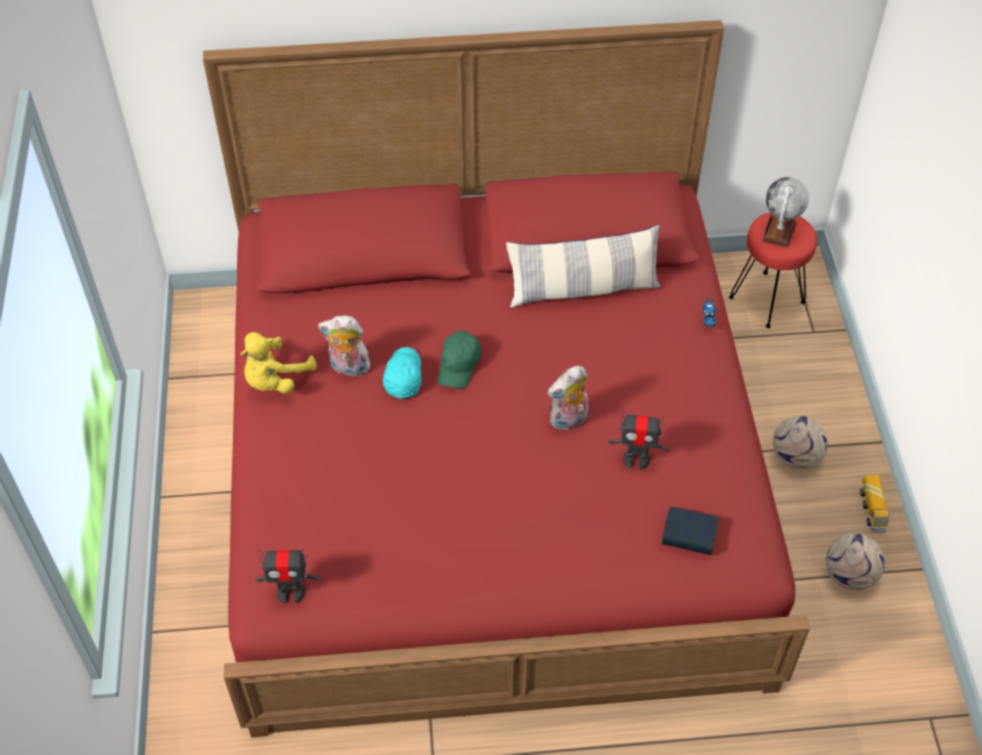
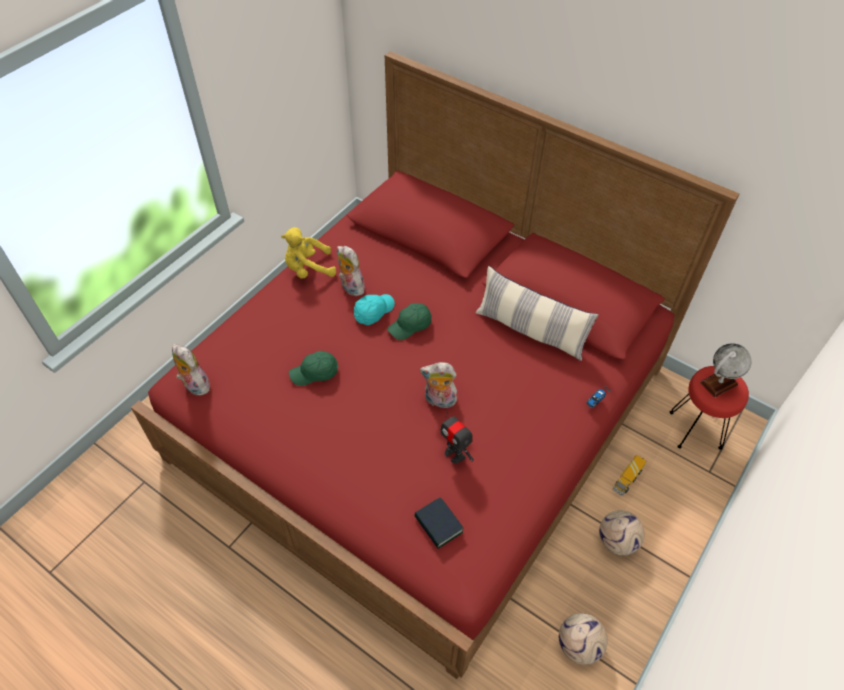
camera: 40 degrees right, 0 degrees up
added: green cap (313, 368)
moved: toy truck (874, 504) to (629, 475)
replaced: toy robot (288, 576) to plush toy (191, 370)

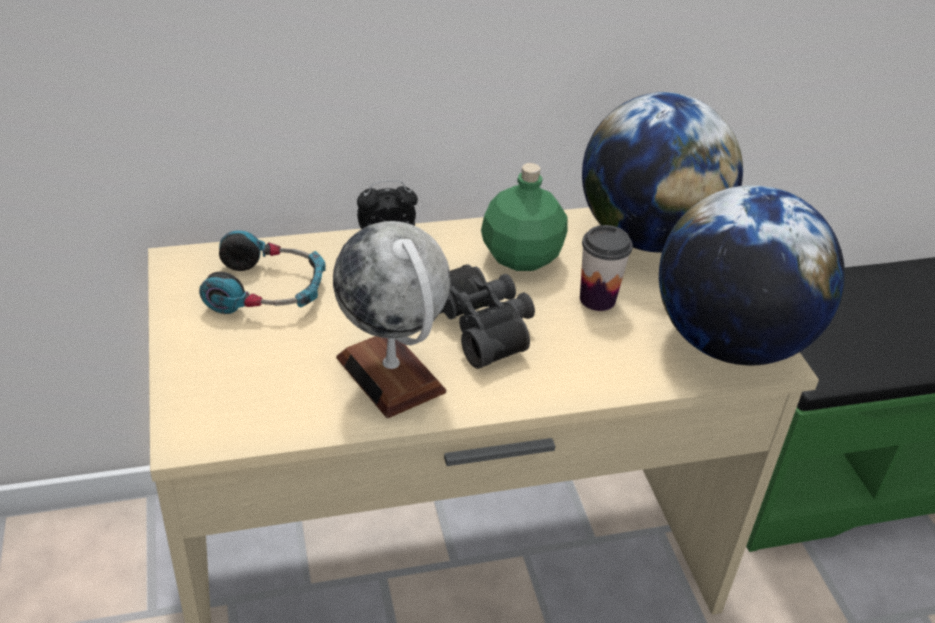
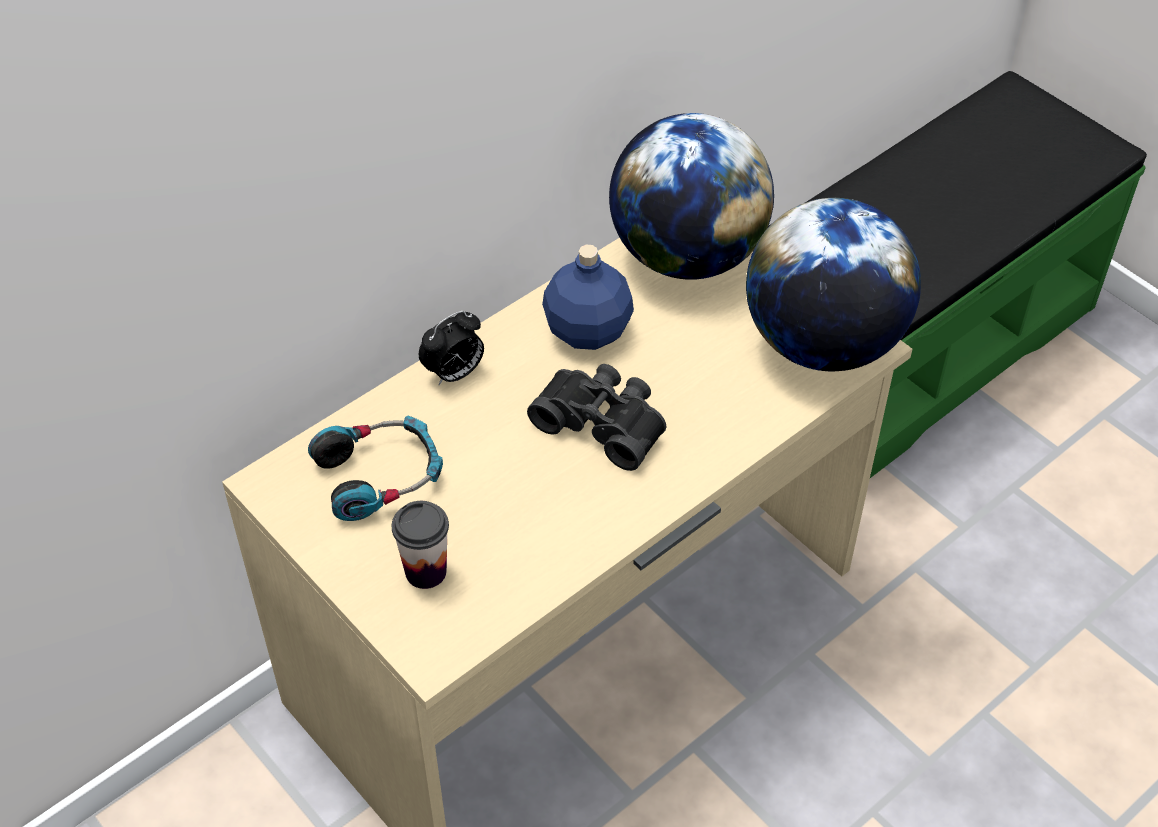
camera: 25 degrees left, 10 degrees up
removed: globe (391, 319)
moved: cup (606, 268) to (420, 545)
recoloured: green bottle (524, 217) to blue bottle (588, 297)

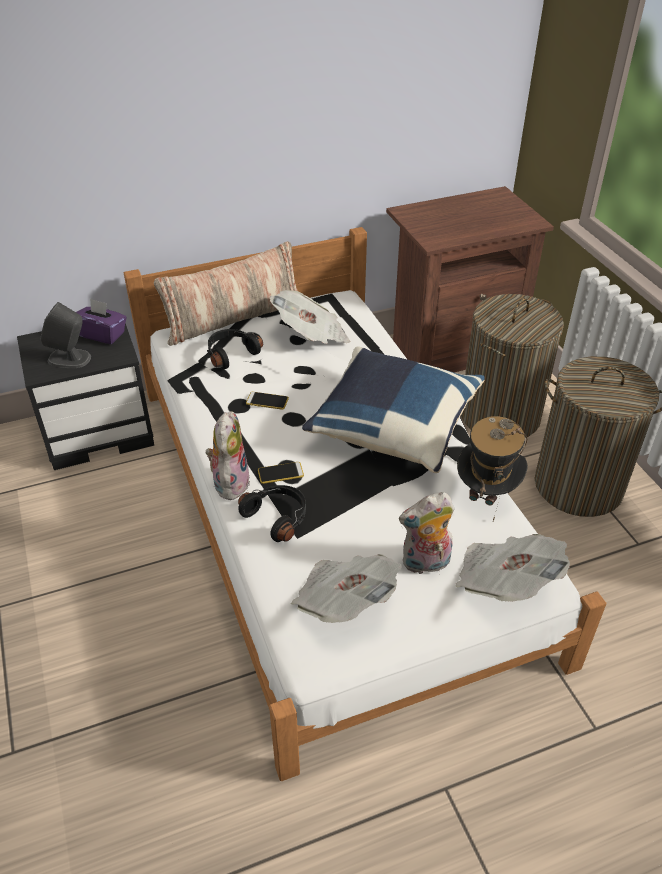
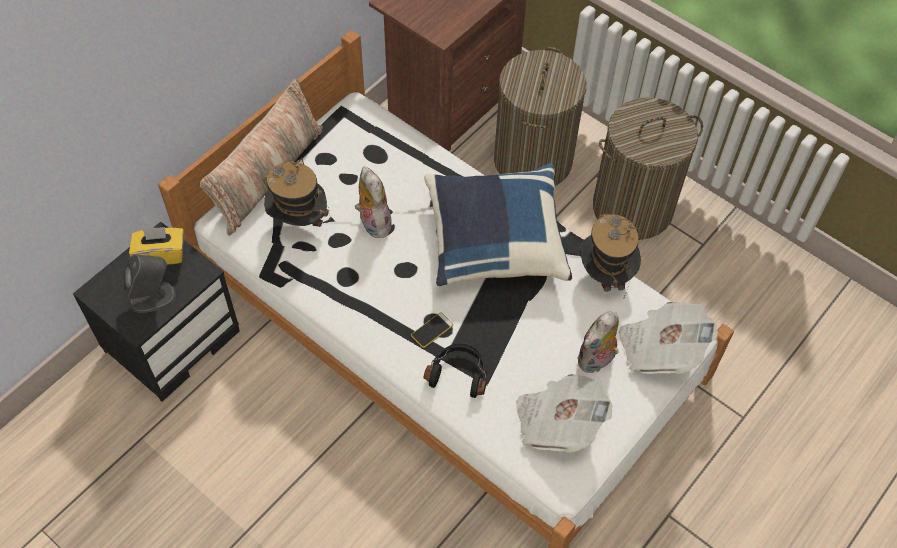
camera: 30 degrees left, 15 degrees up
removed: phone (267, 401); newspaper (310, 317)
moved: plush toy (228, 456) to (373, 202)
replaced: black headphones (235, 349) to hat (296, 192)
recoloured: purple tissue box (101, 321) to yellow tissue box (156, 246)

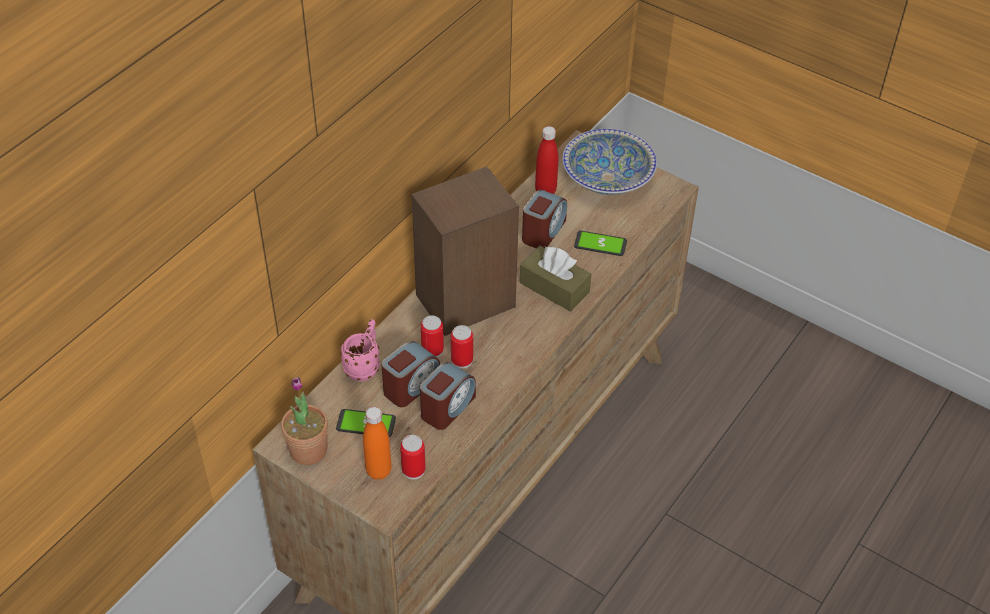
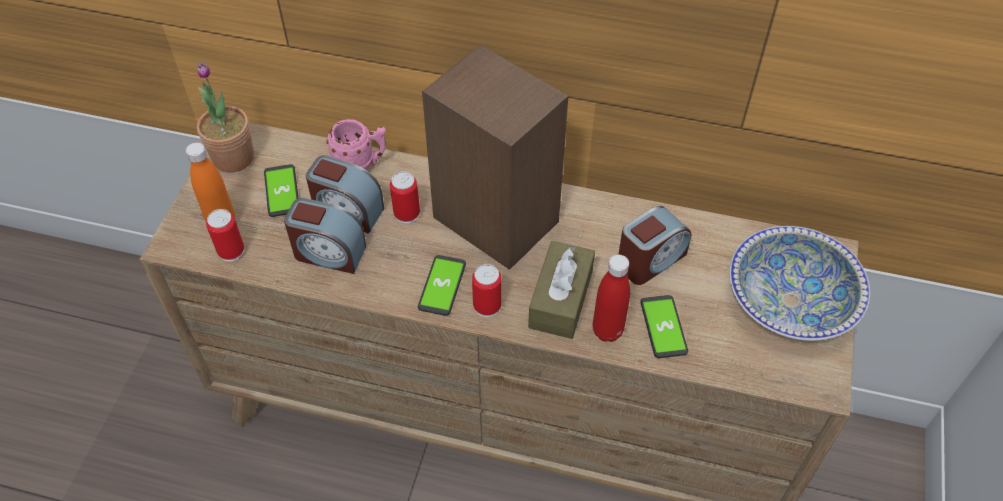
camera: 70 degrees right, 5 degrees up
added: phone (442, 285)
moved: can (462, 347) to (487, 290); red bottle (546, 160) to (611, 298)
turned: alarm clock (544, 219) = (654, 245) 45 degrees counterclockwise

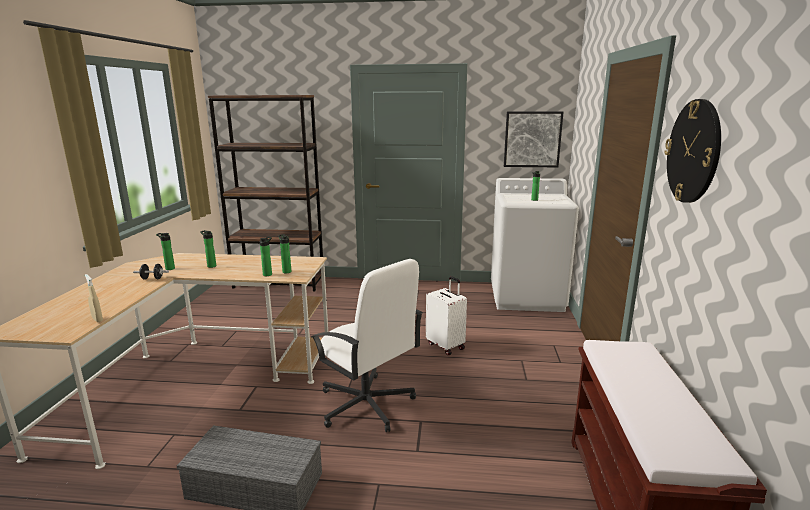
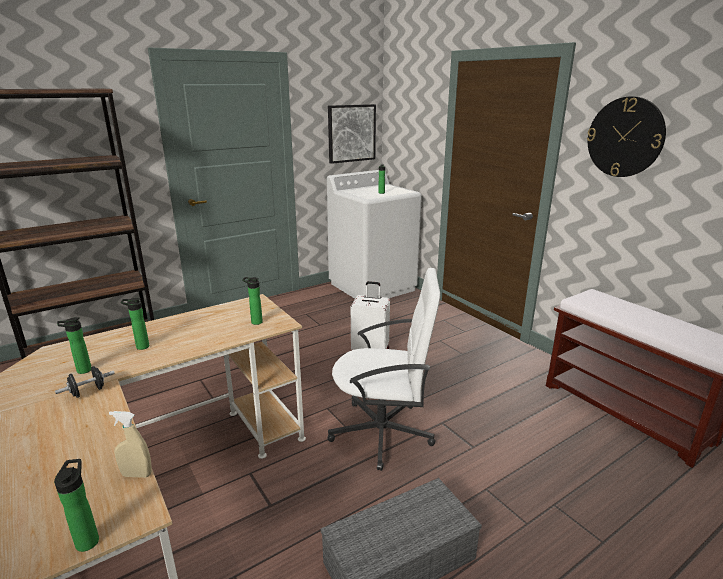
camera: 40 degrees left, 5 degrees up
moved: bottle (266, 256) to (76, 505)

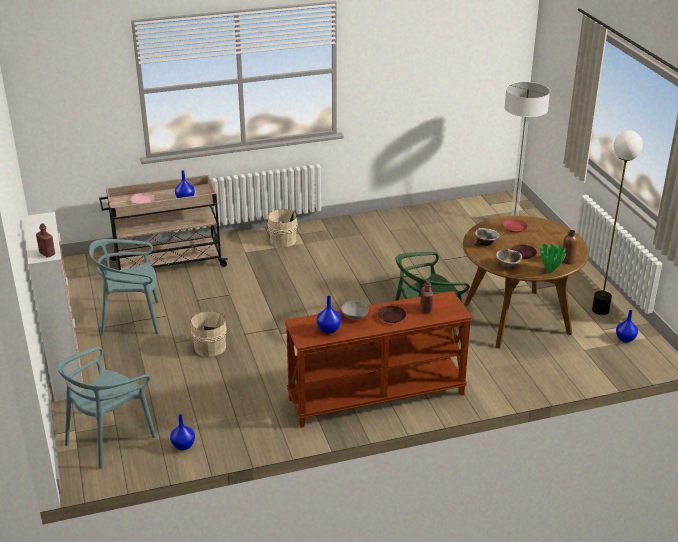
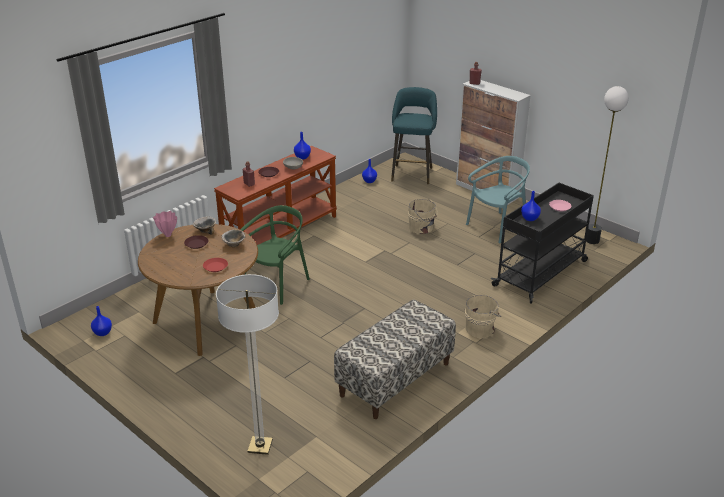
camera: 150 degrees right, 0 degrees up
removed: brown bottle (569, 247)
added: bench (395, 359)
moved: floor lamp (617, 222) to (607, 165)
replaced: turquoise chair (106, 408) to turquoise stool (414, 135)
recoloured: beige cart (163, 222) to black cart (542, 243); green vase (553, 258) to pink vase (165, 224)

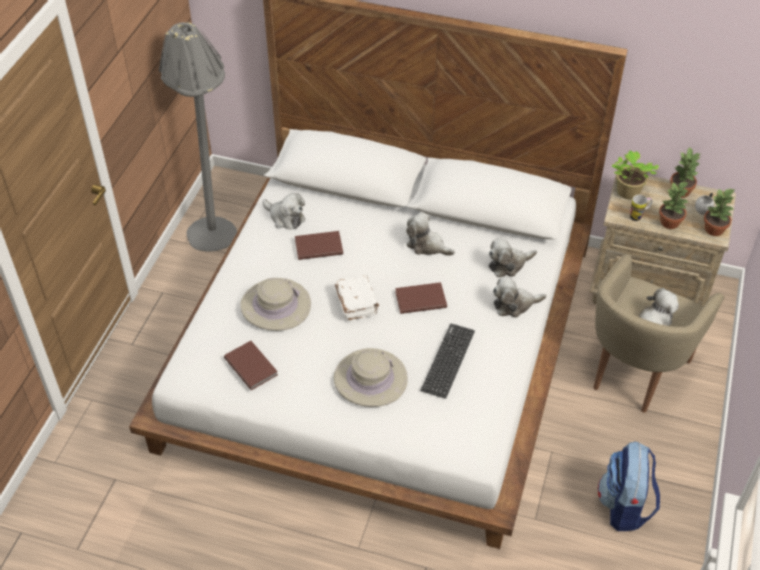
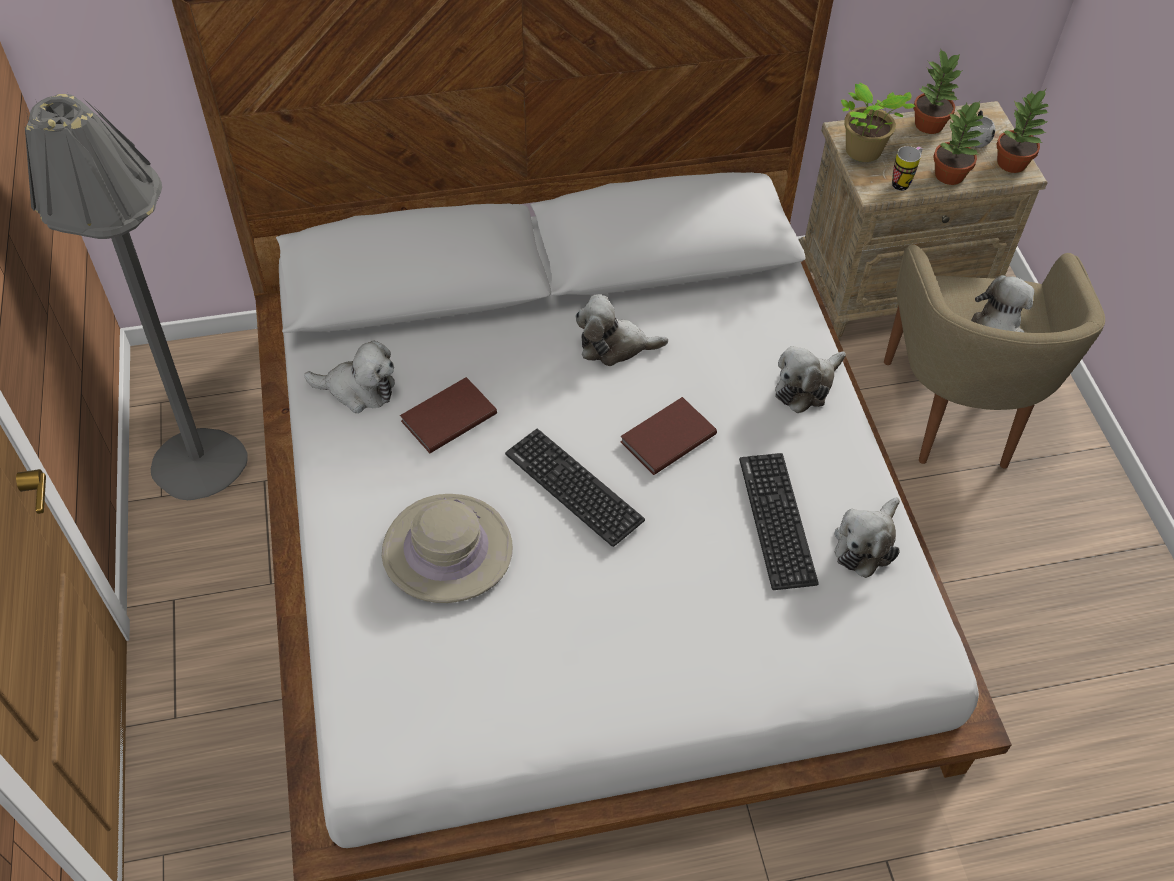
camera: 30 degrees left, 5 degrees up
removed: brown book (251, 365); beige hat (371, 377); backpack (629, 486)
moved: plush toy (513, 257) to (867, 537)
replaced: white book (356, 297) to keyboard (575, 488)

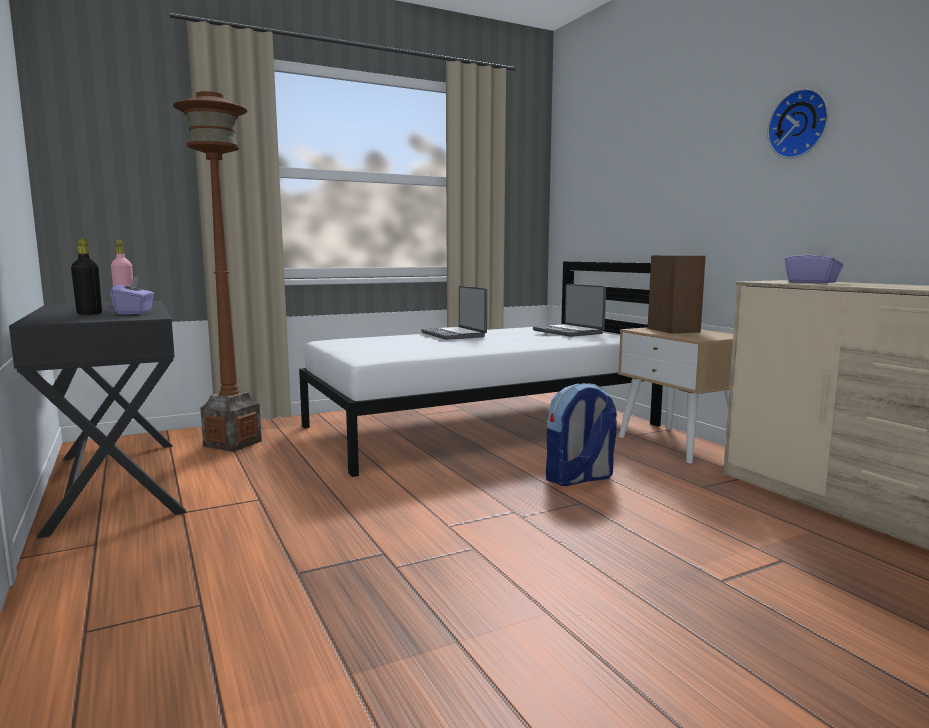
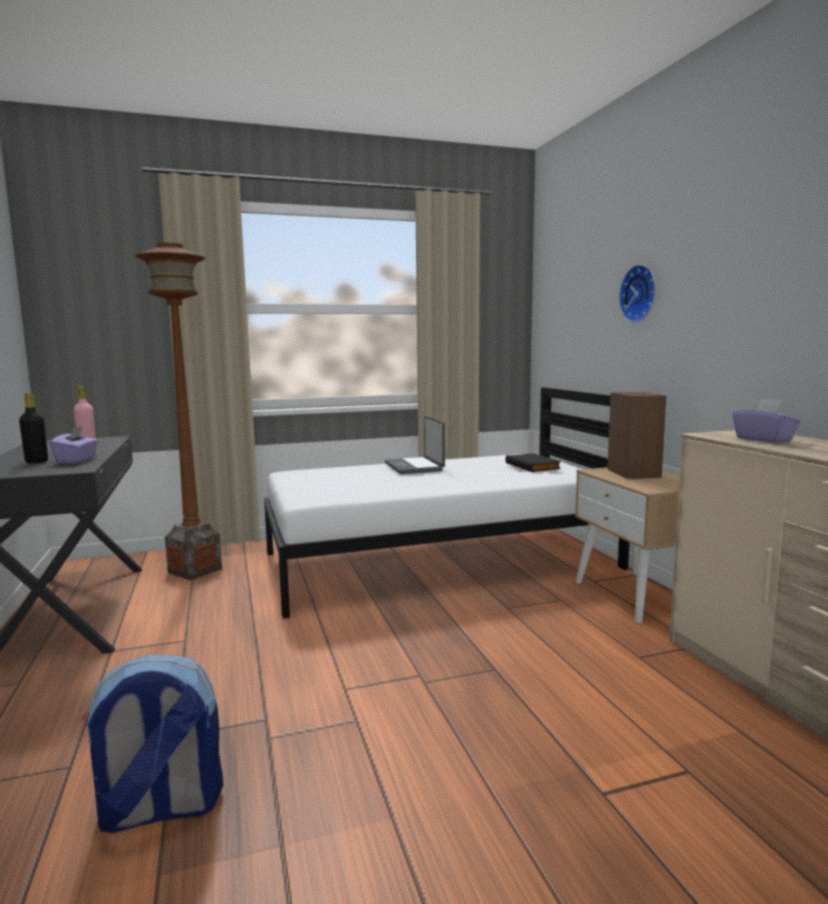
camera: 10 degrees right, 0 degrees up
moved: backpack (581, 434) to (152, 743); wall clock (798, 124) to (637, 293)
replaced: laptop (569, 310) to black book (533, 462)

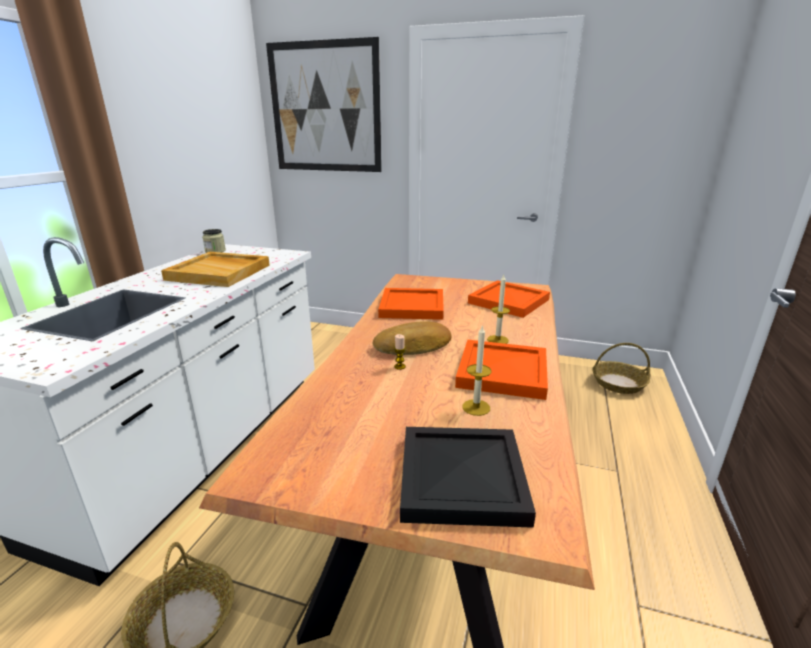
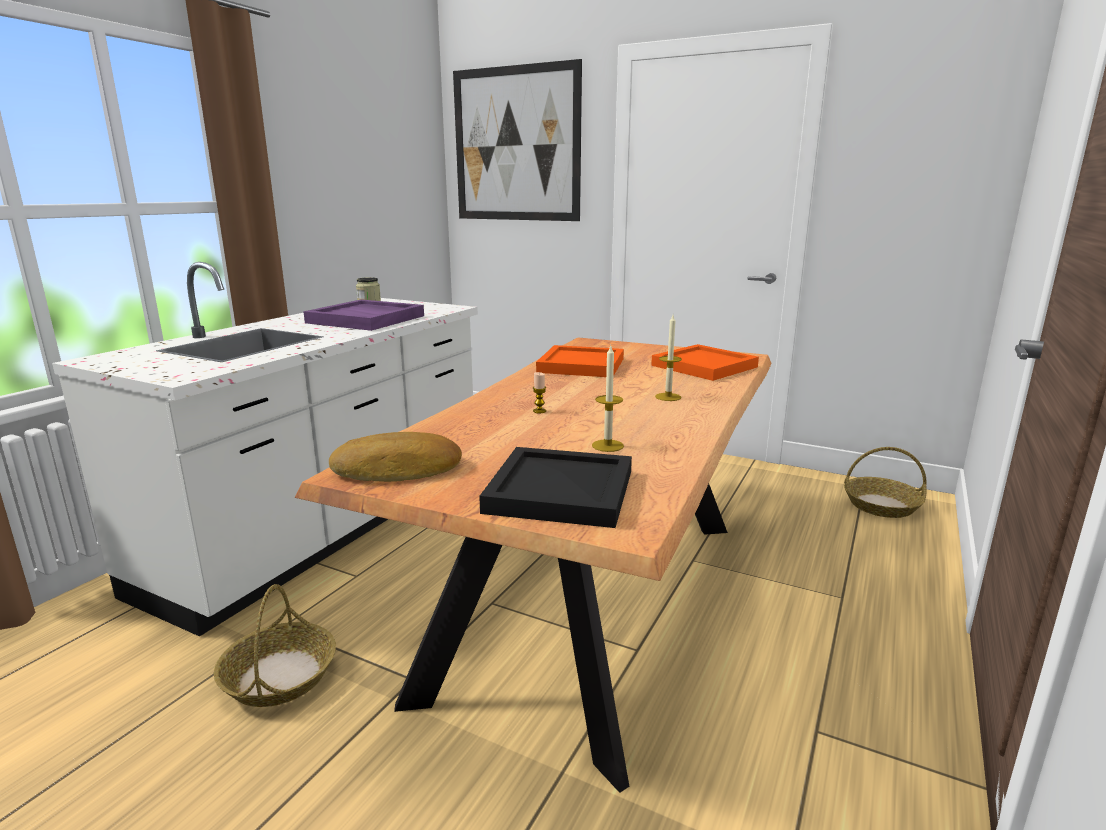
camera: 10 degrees right, 5 degrees down
removed: orange tray (501, 370)
moved: bread (412, 338) to (395, 457)
recoloured: beige tray (215, 269) to purple tray (363, 315)

